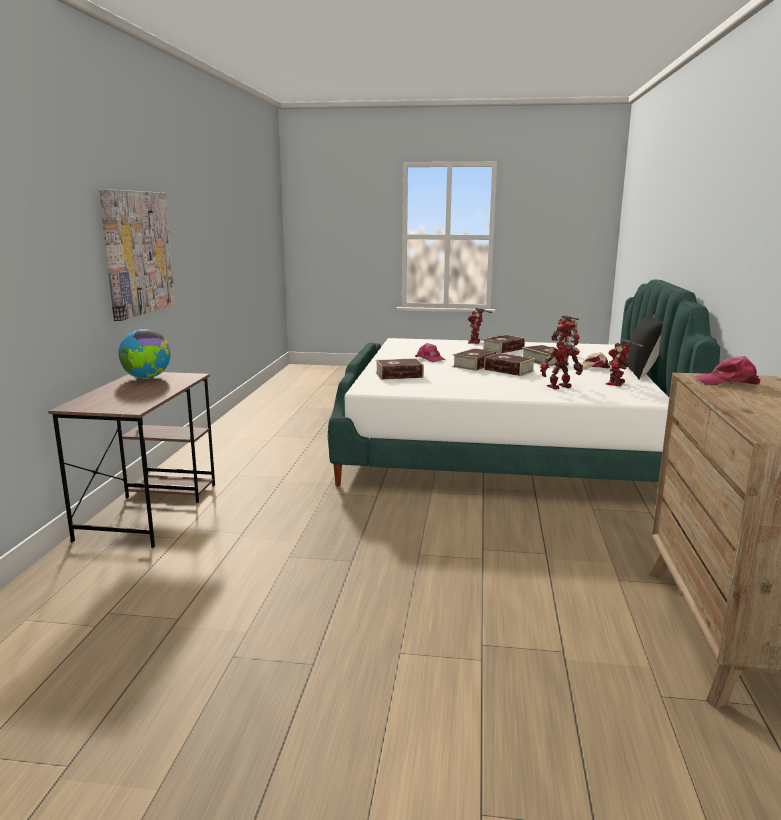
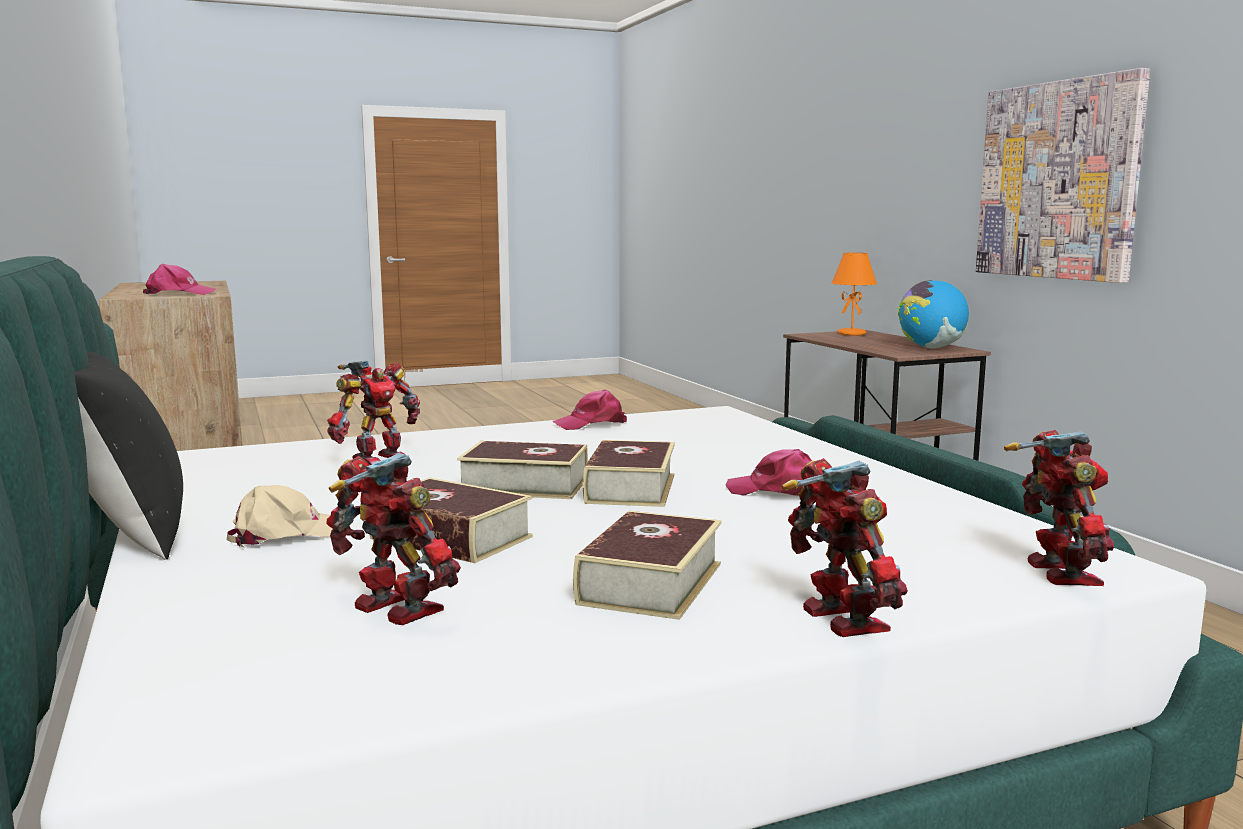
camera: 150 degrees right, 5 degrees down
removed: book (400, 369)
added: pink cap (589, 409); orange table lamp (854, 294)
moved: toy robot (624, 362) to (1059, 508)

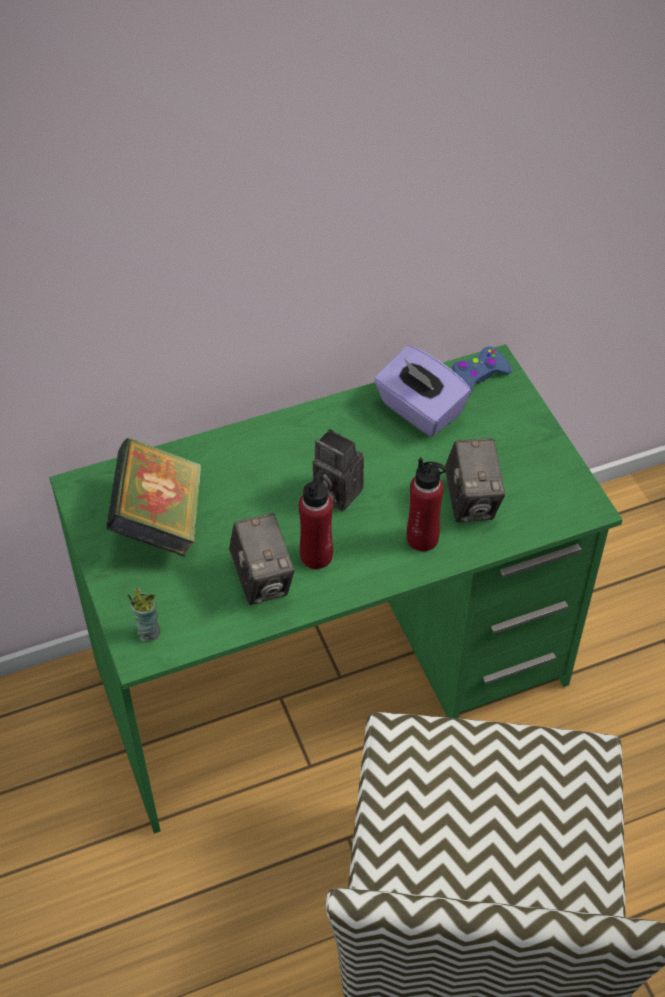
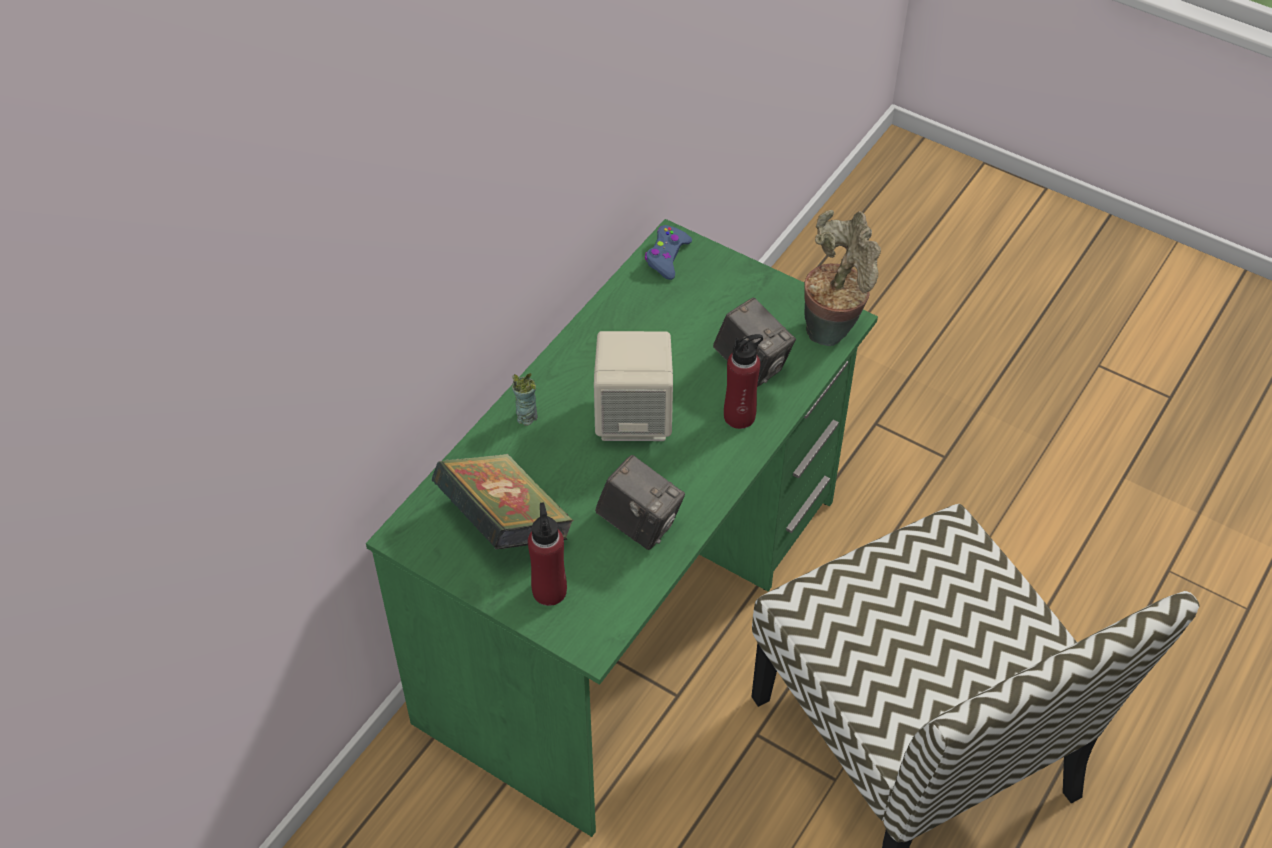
camera: 35 degrees left, 0 degrees up
removed: purple tissue box (422, 391)
added: potted plant (843, 278)
moved: cup (143, 615) to (524, 399); red bottle (316, 518) to (547, 554)
replaced: photo camera (338, 470) to beige speaker (633, 386)

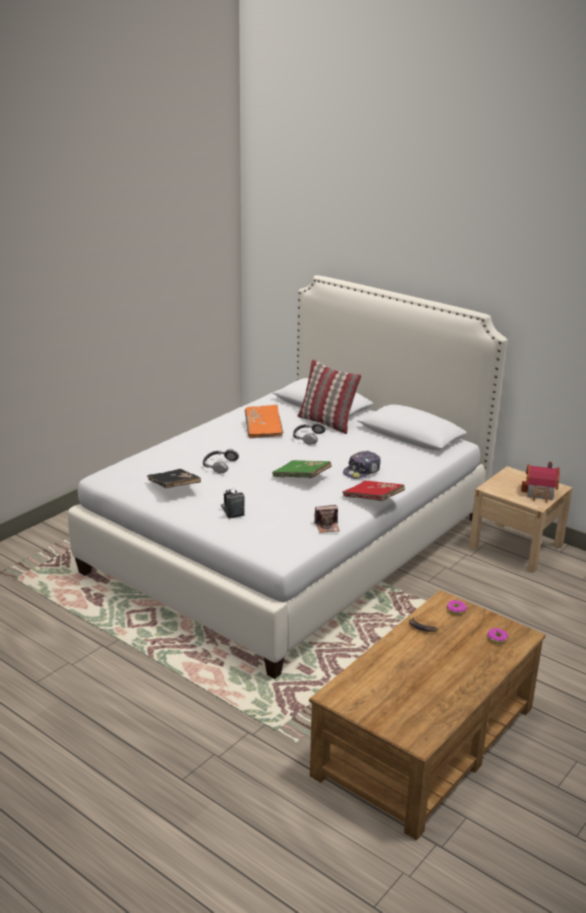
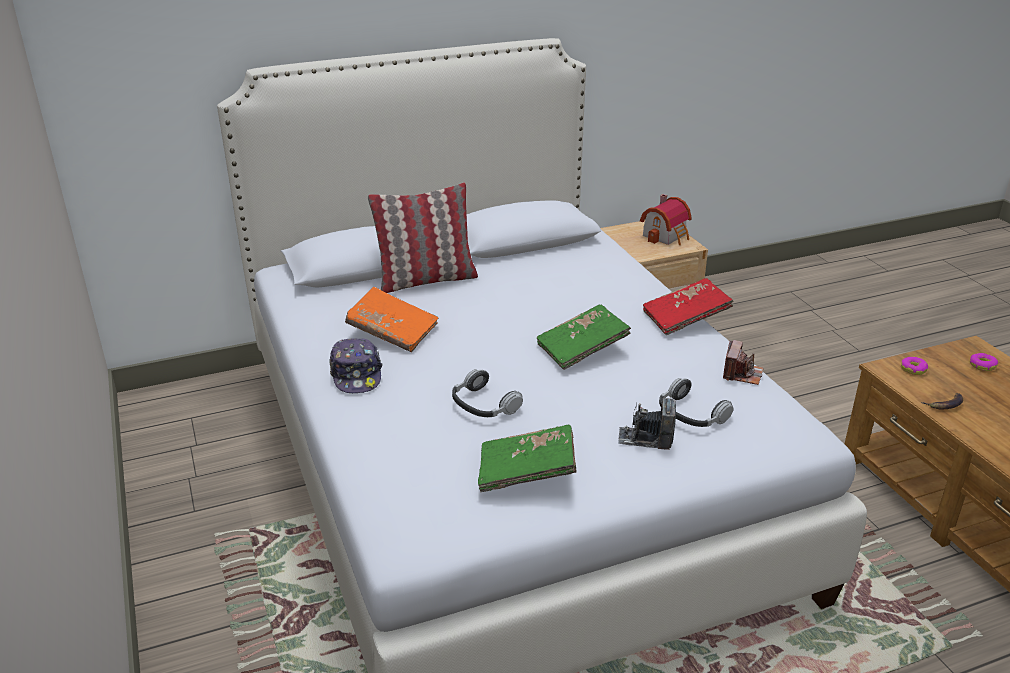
camera: 60 degrees left, 5 degrees up
moved: headphones (309, 433) to (696, 402); cap (362, 465) to (356, 365)
recoloured: black book (174, 479) to green book (527, 458)

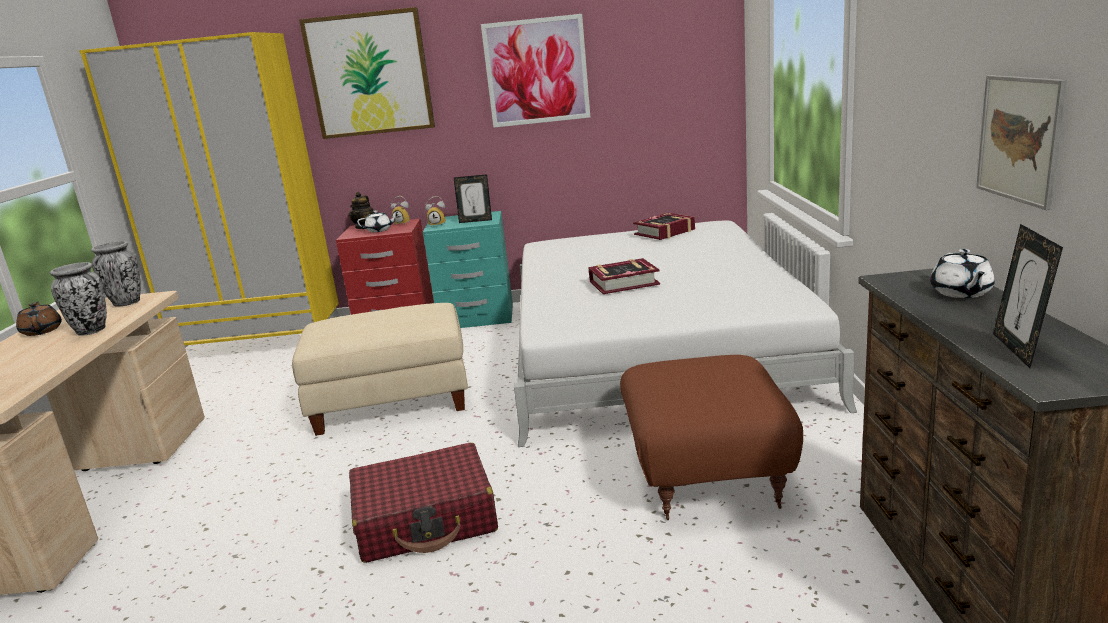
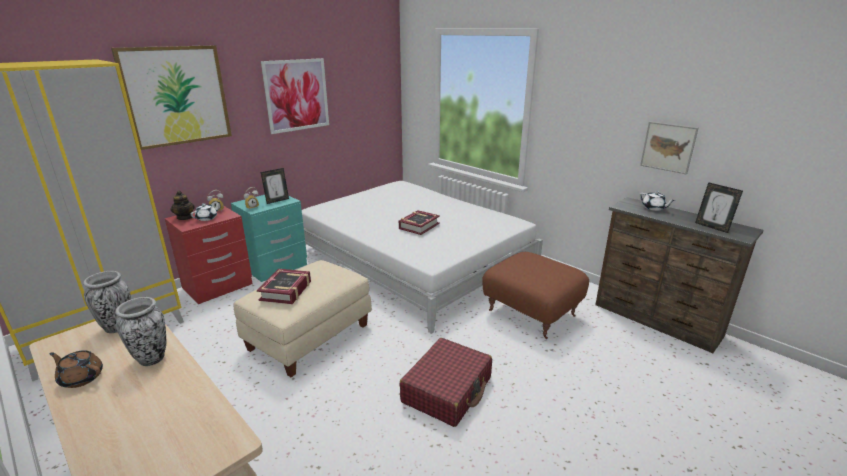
camera: 45 degrees left, 5 degrees up
moved: book (664, 226) to (284, 286)

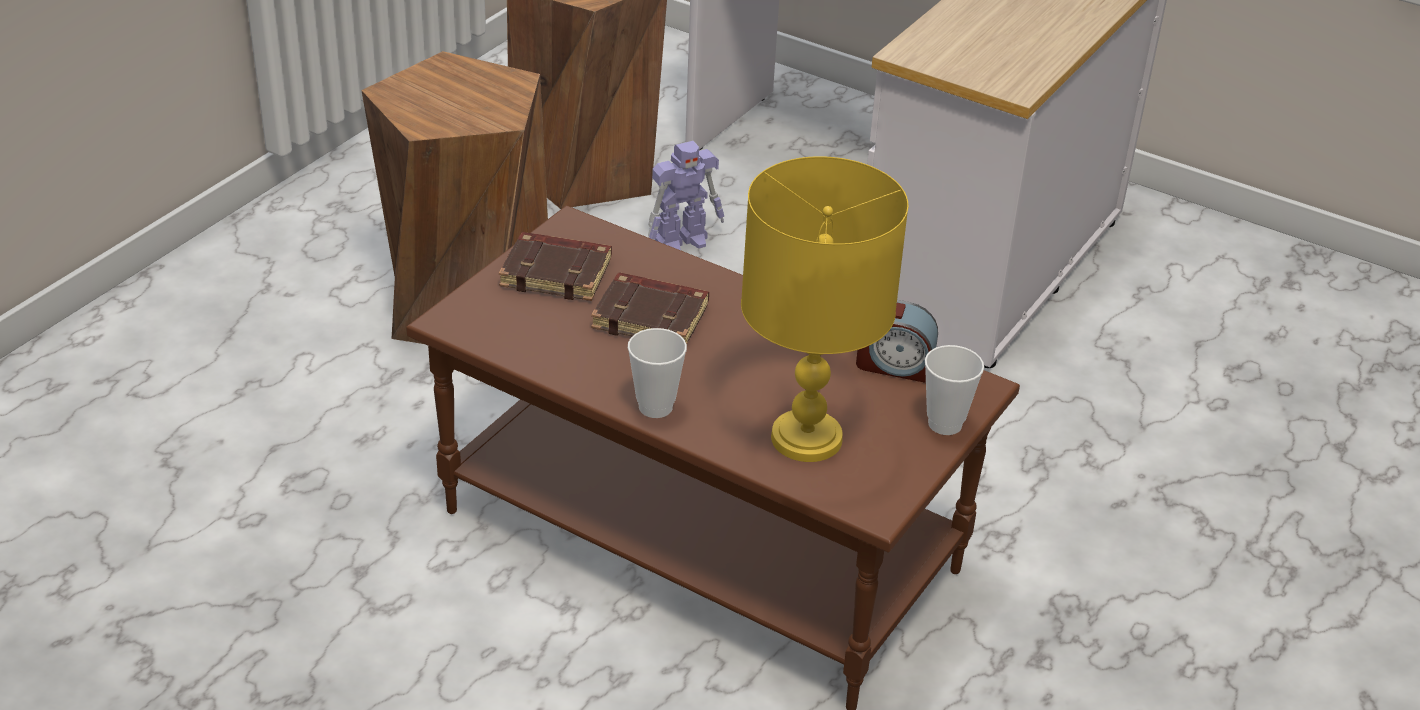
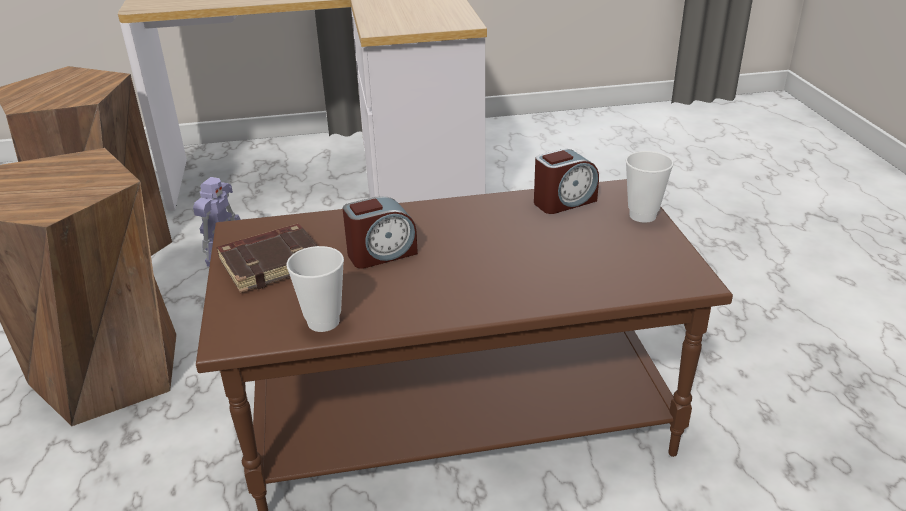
camera: 40 degrees left, 5 degrees down
removed: yellow table lamp (824, 309)
moved: cup (657, 373) to (315, 289)
replaced: brown book (650, 308) to alarm clock (380, 232)

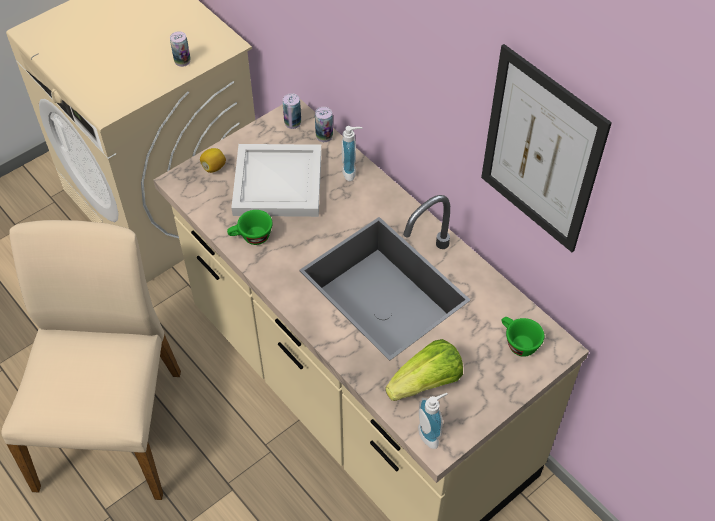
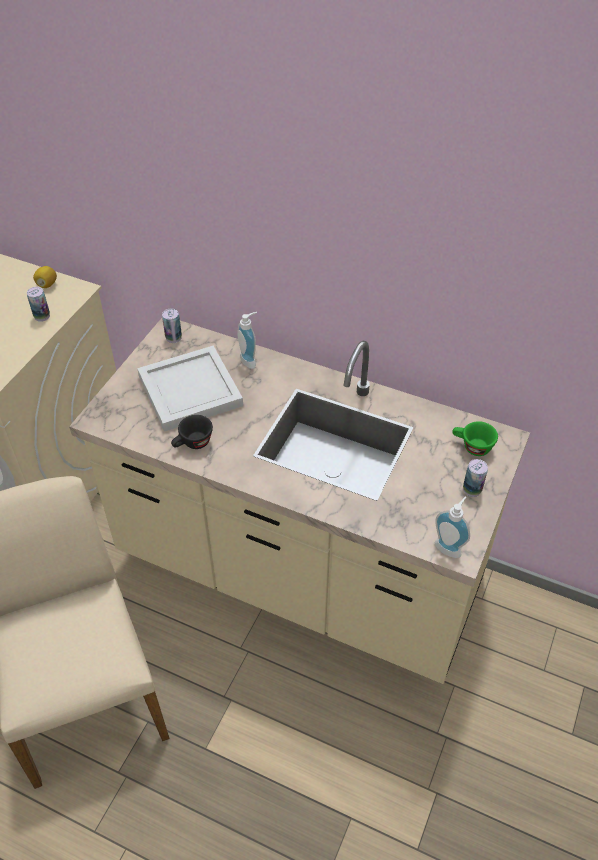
camera: 25 degrees left, 5 degrees down
removed: lettuce (424, 370); picture (546, 148)
moved: lemon (213, 160) to (45, 277); can (324, 124) to (475, 478)
recoloured: green cup (250, 227) to black cup (192, 432)

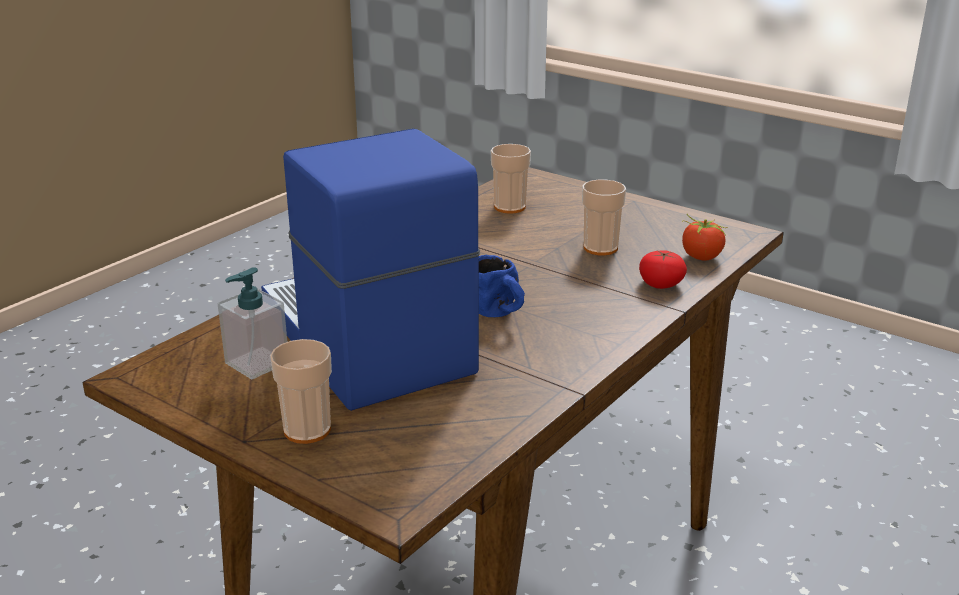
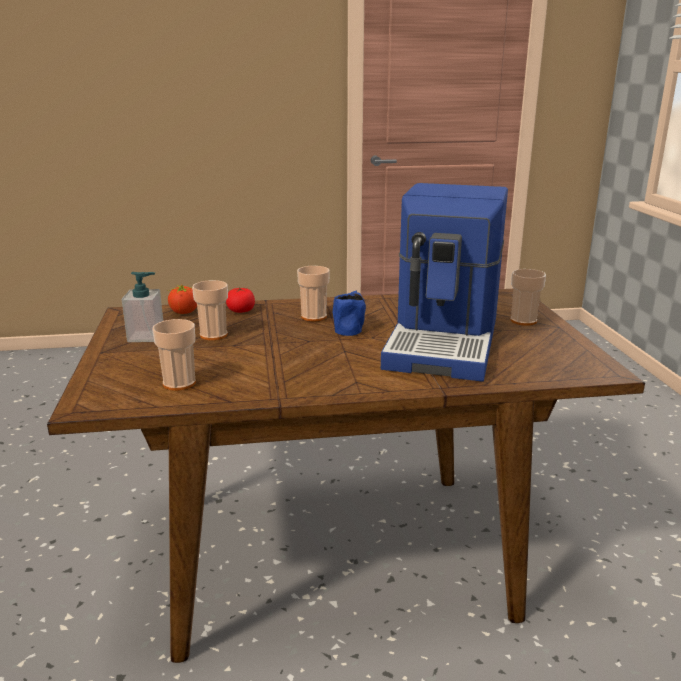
camera: 135 degrees left, 5 degrees down
added: cup (313, 293)
moved: soap dispenser (252, 323) to (142, 307)

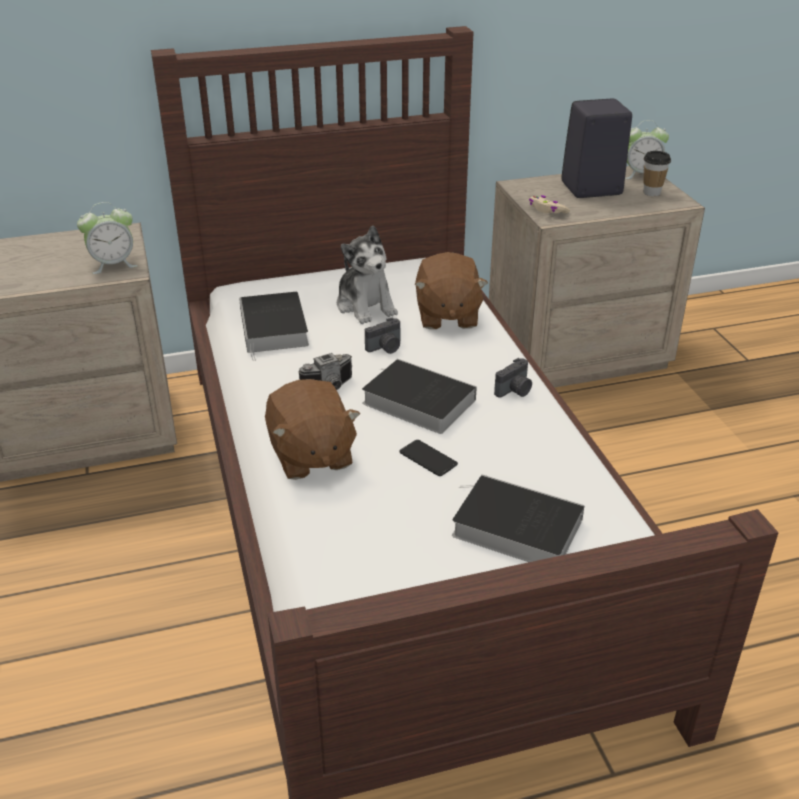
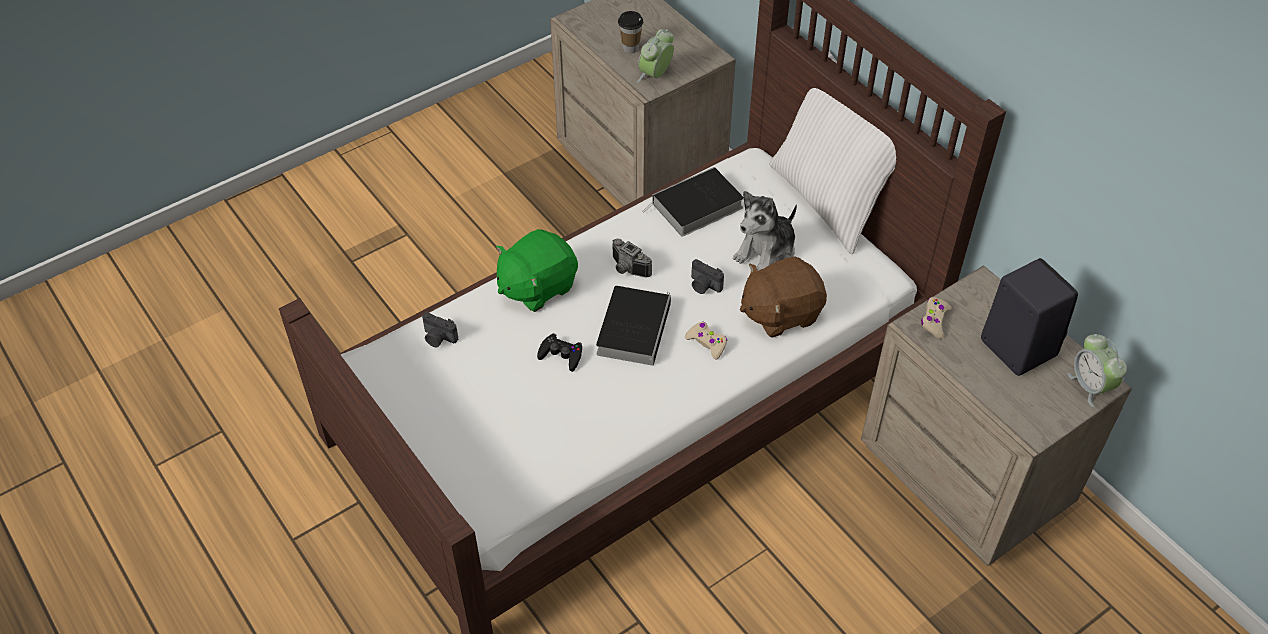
camera: 70 degrees right, 15 degrees up
removed: book (518, 518)
added: beige game controller (706, 340); white pillow (832, 153)
moved: photo camera (513, 378) to (440, 329); cup (657, 173) to (630, 32)
replaced: phone (428, 458) to black game controller (559, 352)
recoloured: brown plush toy (312, 429) to green plush toy (537, 270)
turned: alarm clock (107, 238) = (655, 56) 75 degrees clockwise

